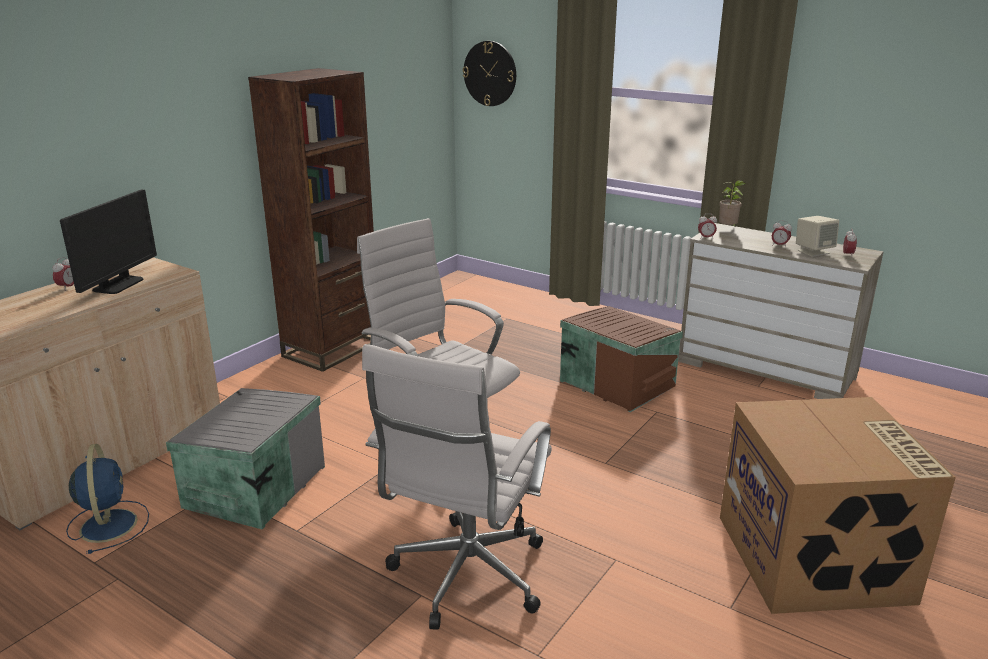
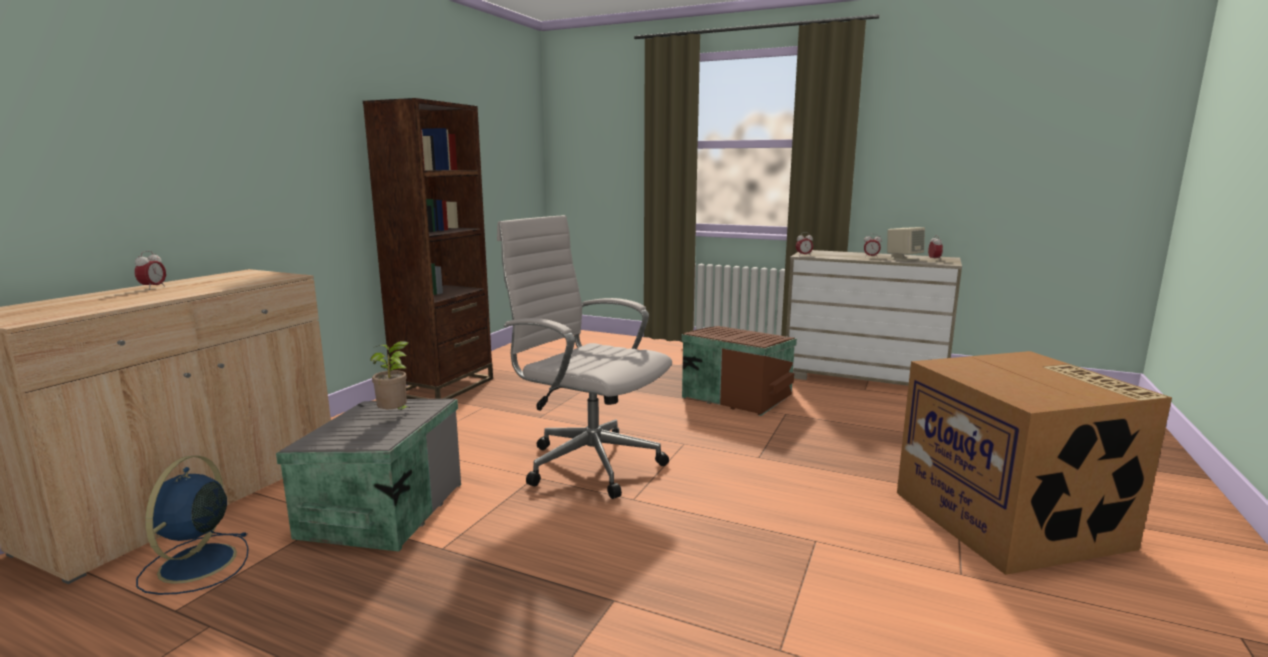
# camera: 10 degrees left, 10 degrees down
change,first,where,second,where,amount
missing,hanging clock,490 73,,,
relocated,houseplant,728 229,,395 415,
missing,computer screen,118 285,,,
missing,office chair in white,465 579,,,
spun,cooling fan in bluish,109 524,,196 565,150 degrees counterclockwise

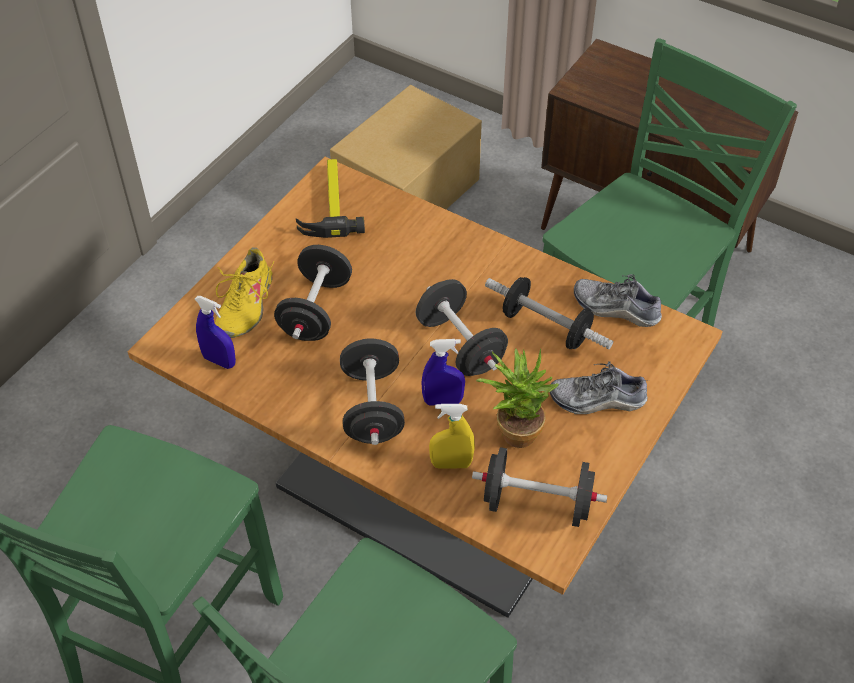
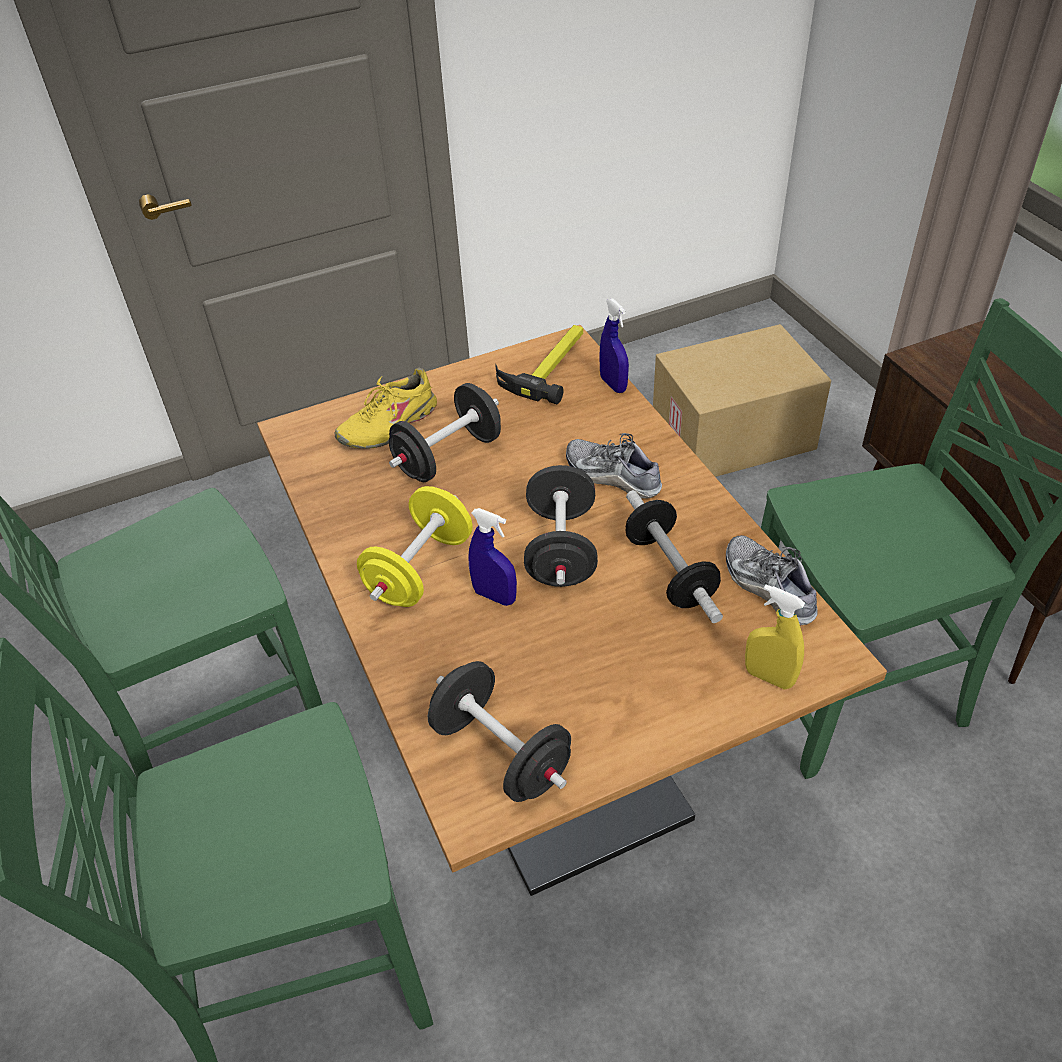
# camera: 35 degrees right, 5 degrees down
change,first,where,second,where,amount
relocated,spray bottle in bluish,219 361,,613 384,
colour,hand weight in black,372 408,hand weight in yellow-coloured,420 570,
missing,houseplant,514 429,,,
relocated,shoe,597 400,,612 476,
relocated,spray bottle in yellow-coloured,451 464,,769 677,

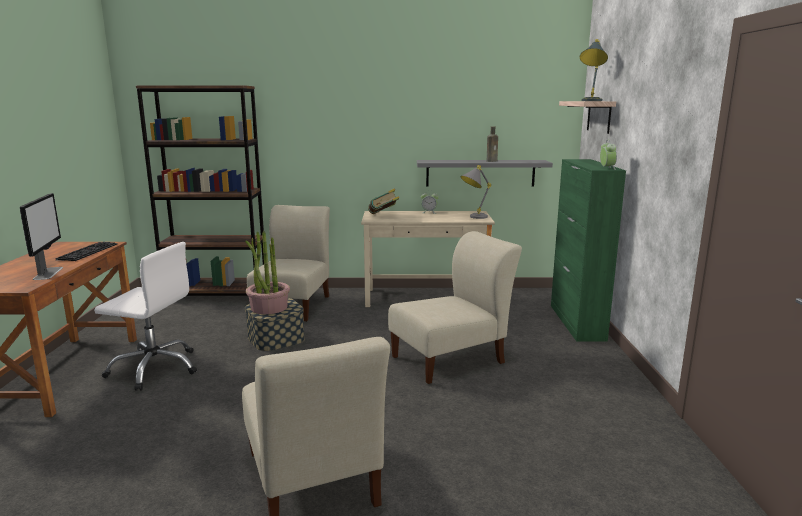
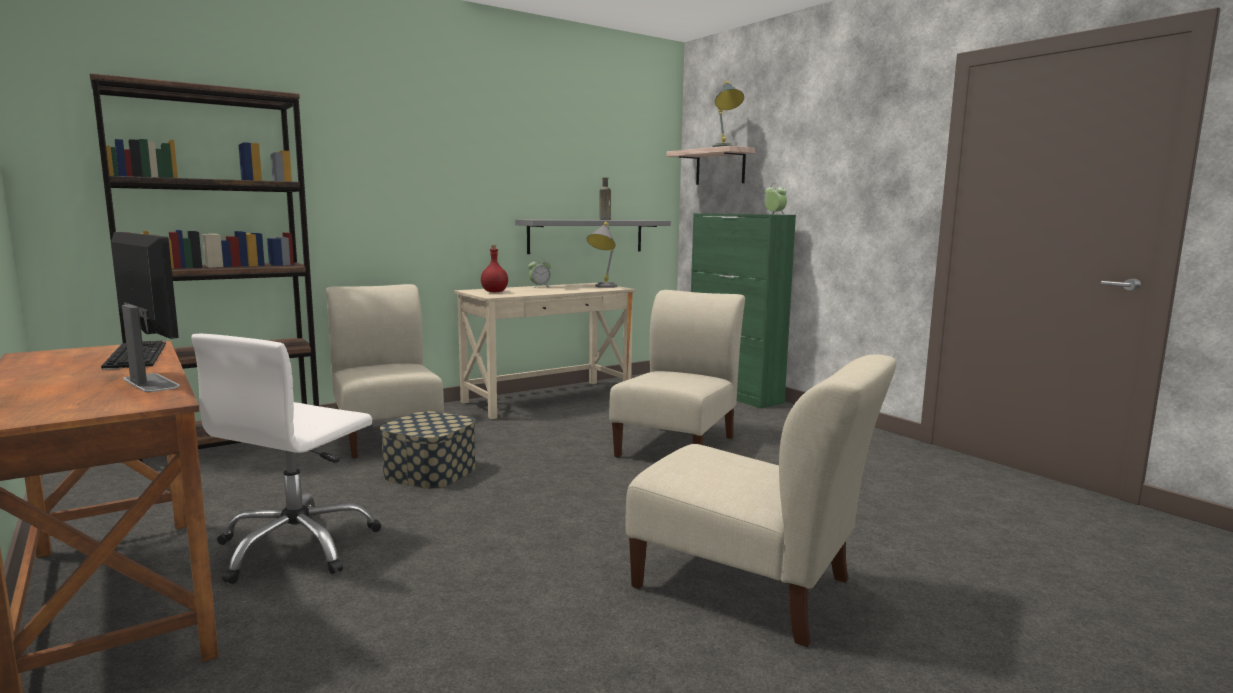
# camera: 35 degrees left, 5 degrees down
change,first,where,second,where,amount
exchanged,book,383 215,bottle in red-coloured,494 292,
missing,houseplant,268 308,,,
spun,office chair in white,155 368,,297 547,135 degrees clockwise

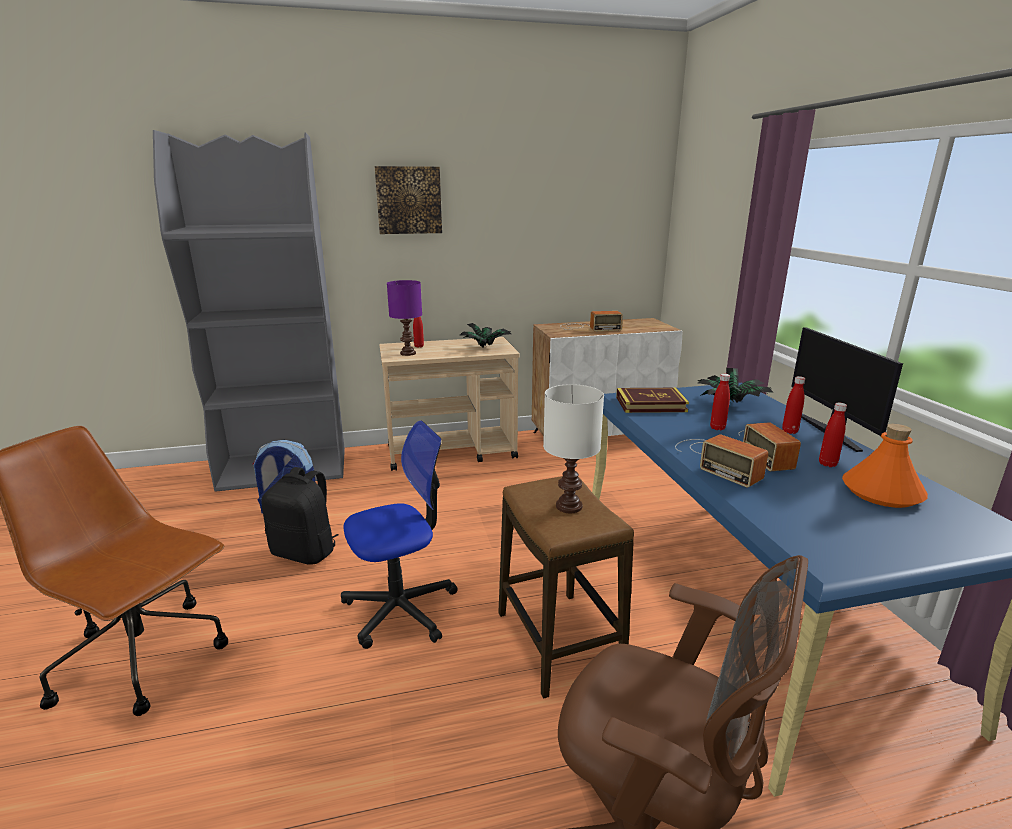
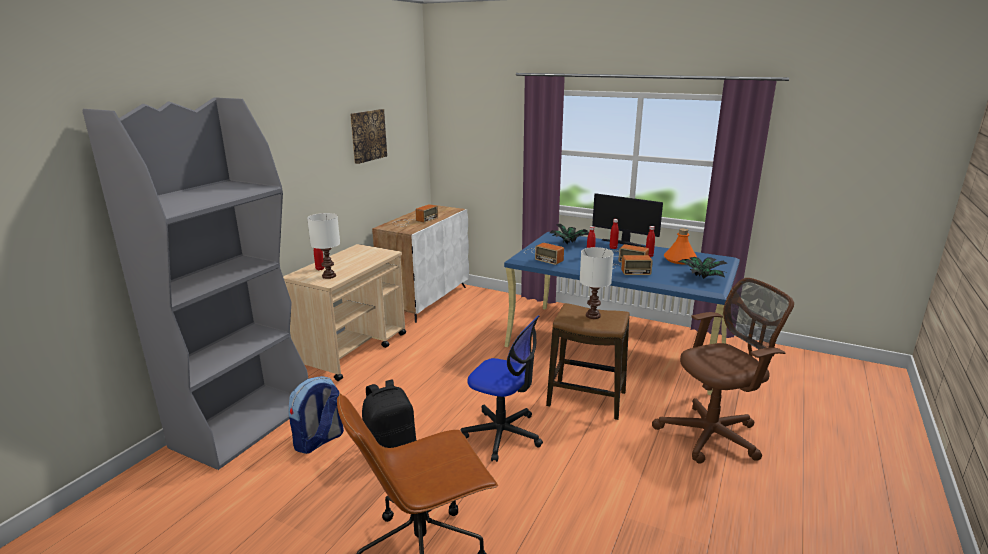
# camera: 50 degrees left, 0 degrees up
change,first,where,second,where,amount
relocated,picture,409 200,,367 135,
colour,tabletop lamp in purple-coloured,407 353,tabletop lamp in white,328 276,
relocated,houseplant,486 347,,701 277,
exchanged,book,650 404,radio set,543 255,
spun,office chair,401 609,,502 434,105 degrees clockwise

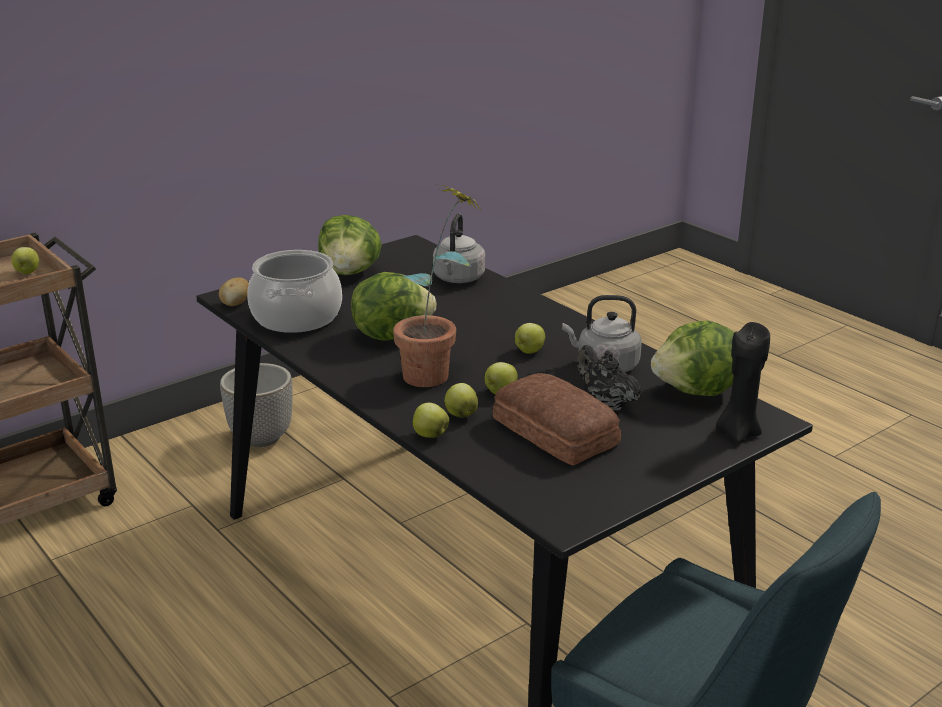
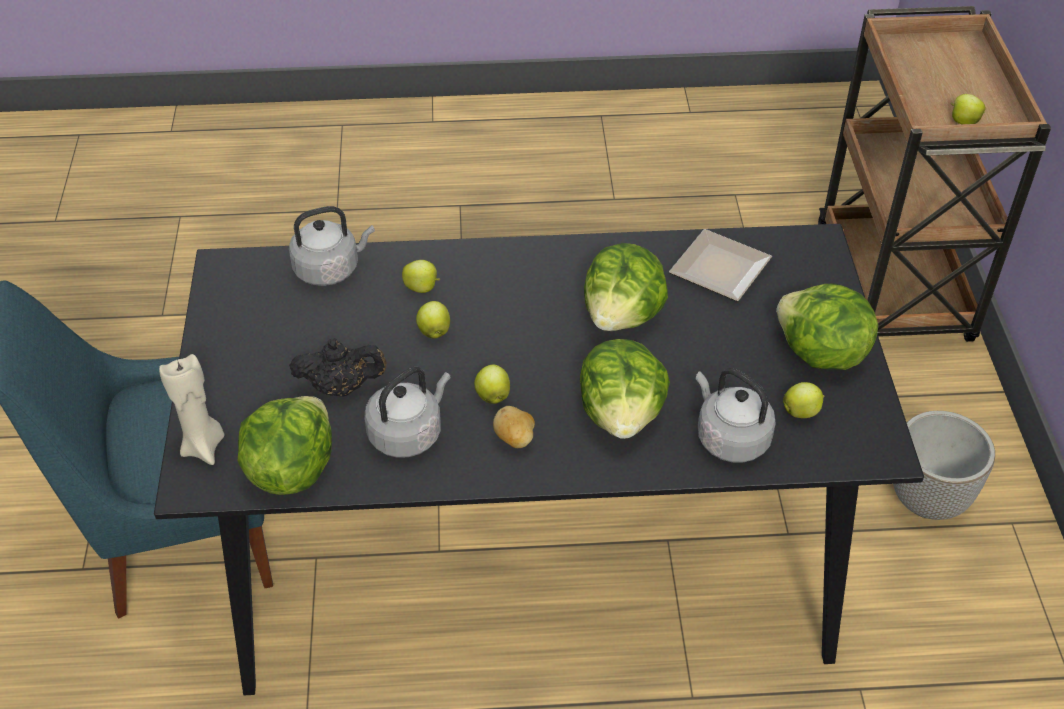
# camera: 125 degrees right, 20 degrees up
change,first,where,second,where,amount
missing,houseplant,437 372,,,
exchanged,saucepot,296 317,flat dish,723 268,
relocated,potato,235 304,,515 439,
colour,candle in black,738 432,candle in sand-coloured,204 446,
missing,bread,554 433,,,
relocated,whole apple,429 435,,801 412,
appeared,,,kettle in gray,330 269,
appeared,,,head of lettuce,621 415,

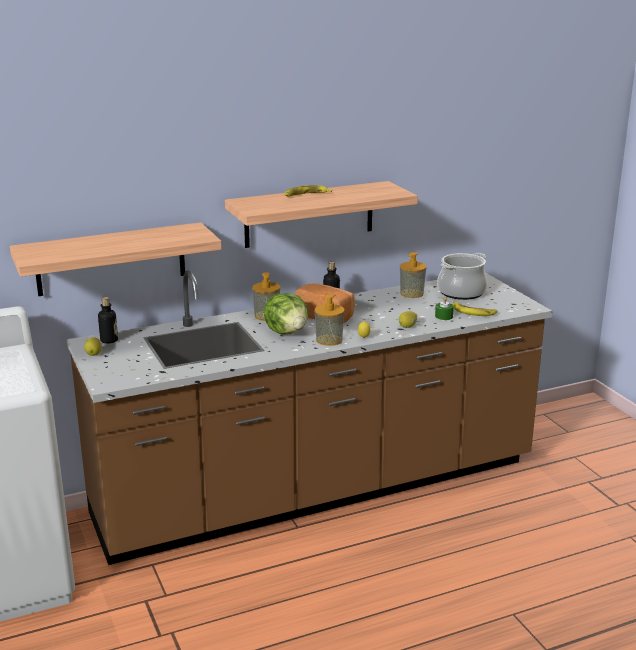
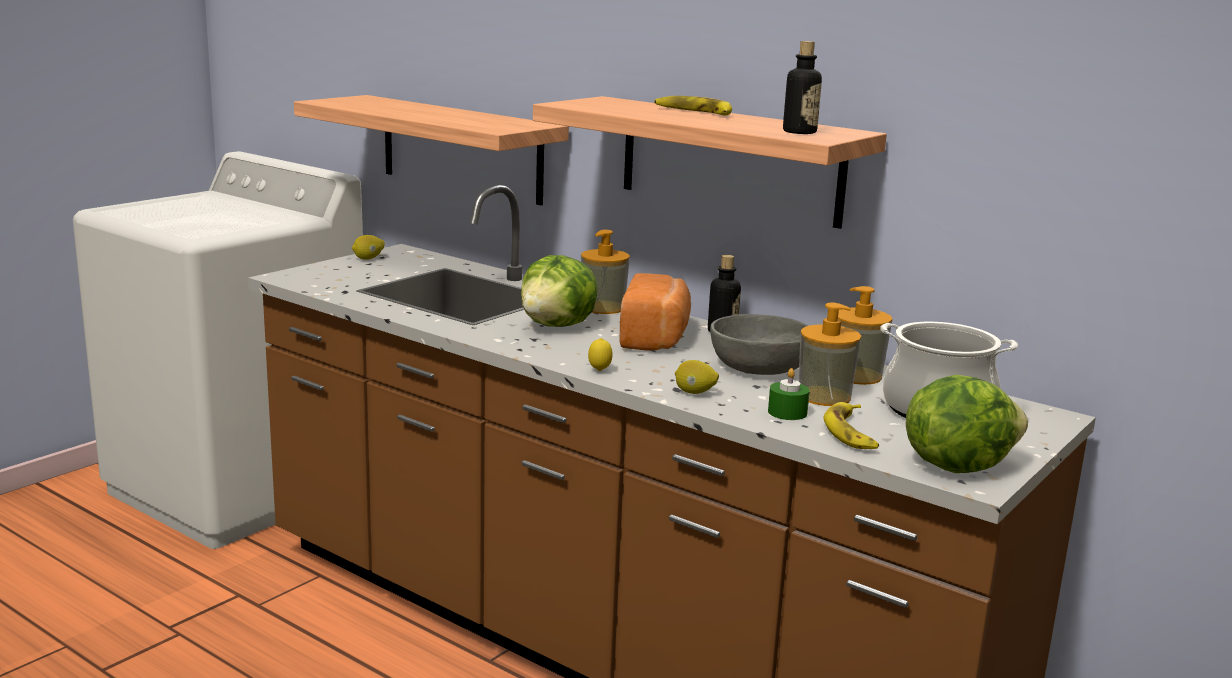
# camera: 60 degrees right, 5 degrees down
change,first,where,second,where,amount
relocated,soap bottle,329 340,,824 396,
relocated,bottle,109 340,,799 132,
appeared,,,deep dish in gray,759 367,
appeared,,,head of lettuce,956 465,

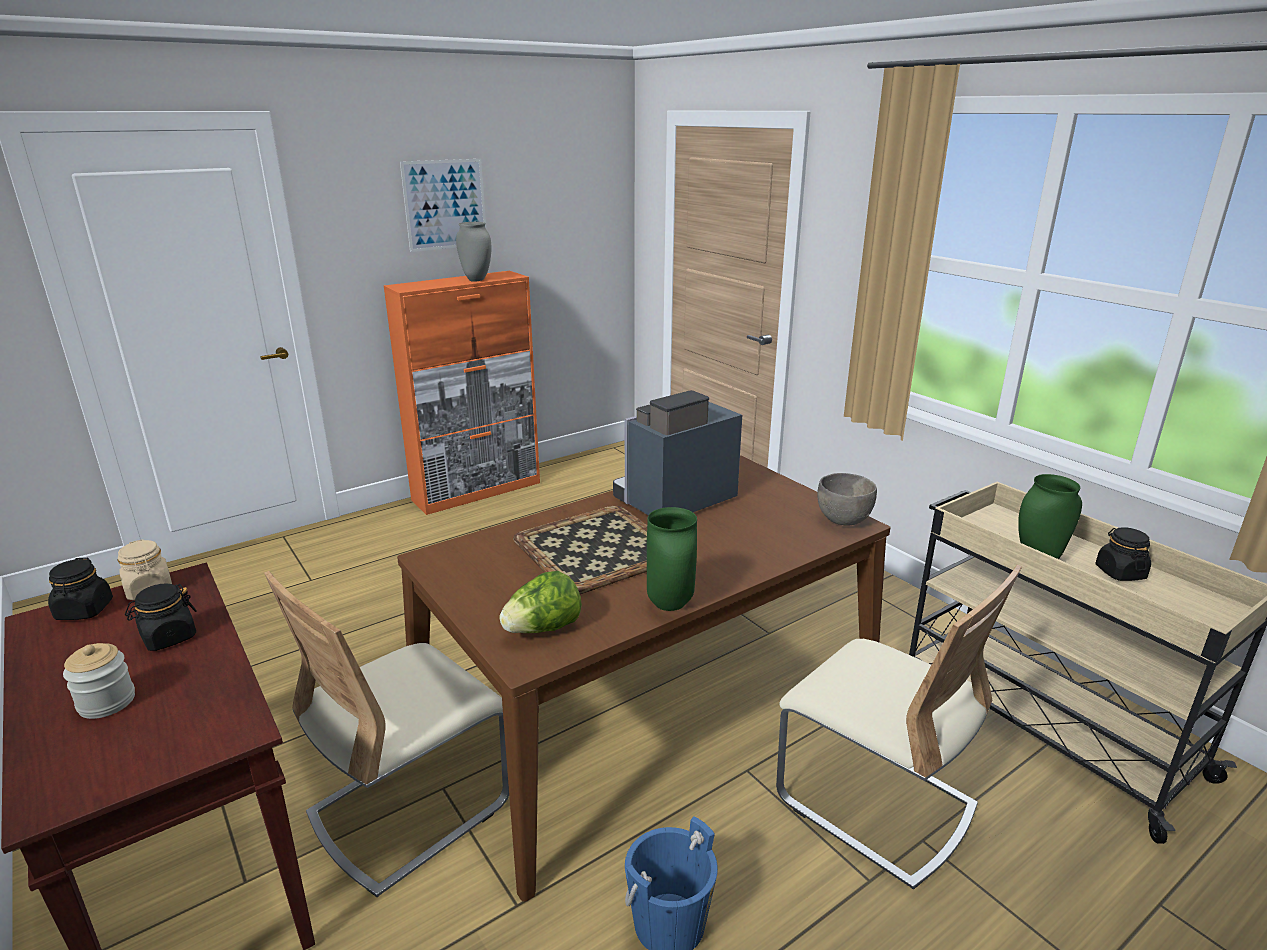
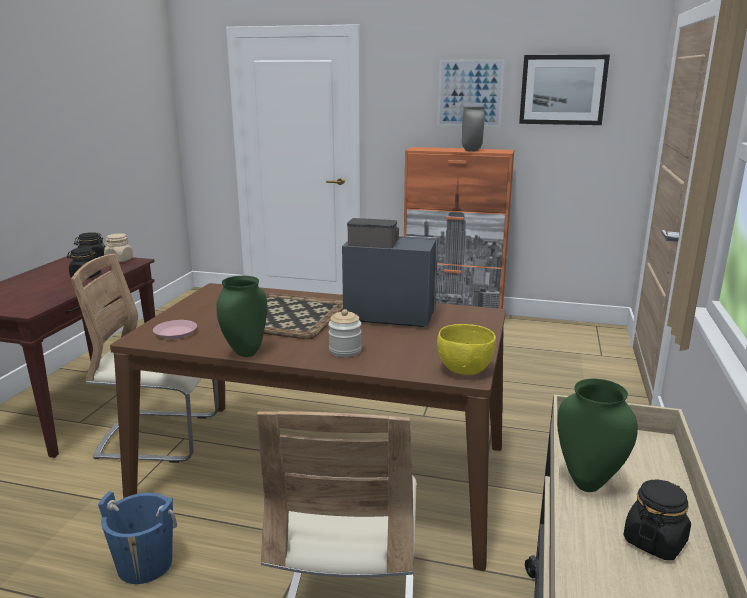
# camera: 50 degrees right, 5 degrees down
change,first,where,second,where,amount
colour,deep dish in gray,843 520,deep dish in yellow-coloured,464 370,
exchanged,head of lettuce,543 629,flat dish in pink,176 332,
relocated,preserve jar,107 702,,345 351,
appeared,,,picture,563 90,

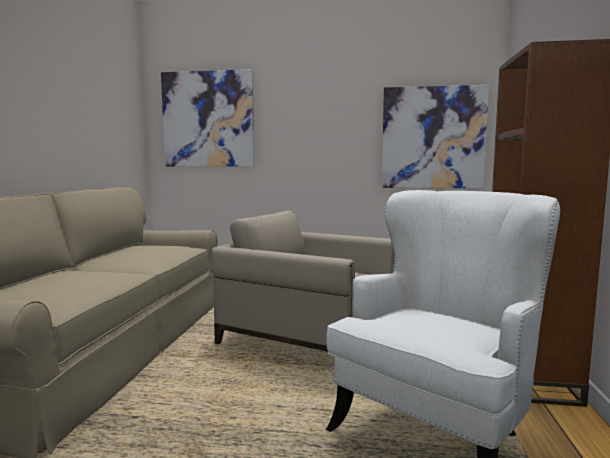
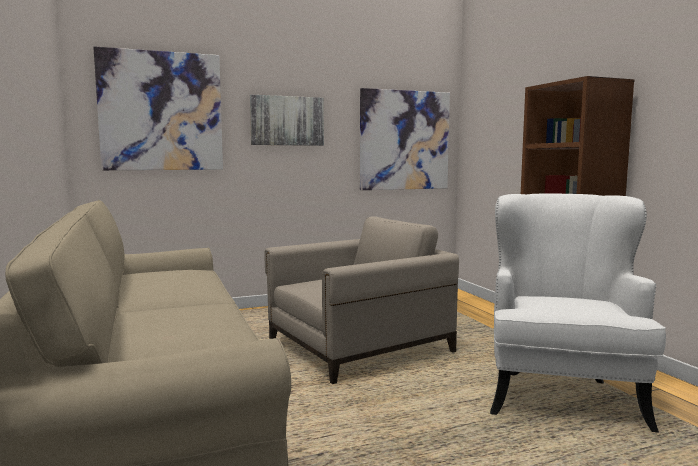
# camera: 30 degrees left, 0 degrees up
change,first,where,second,where,amount
spun,easy chair in sand-coloured,308 335,,358 346,150 degrees clockwise
appeared,,,picture,287 121,

